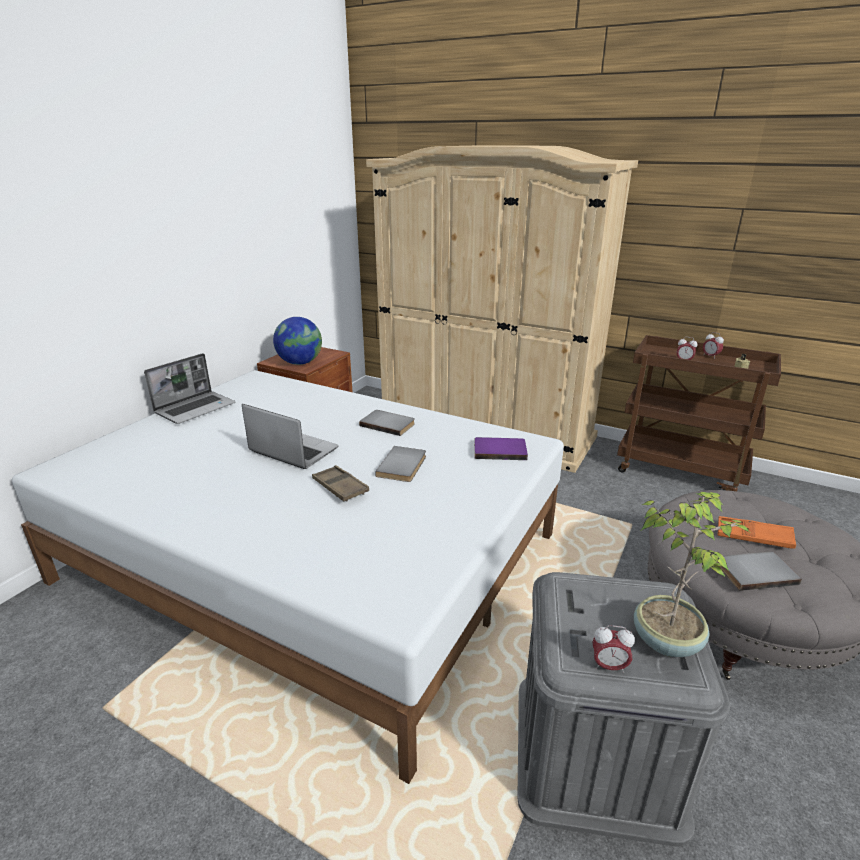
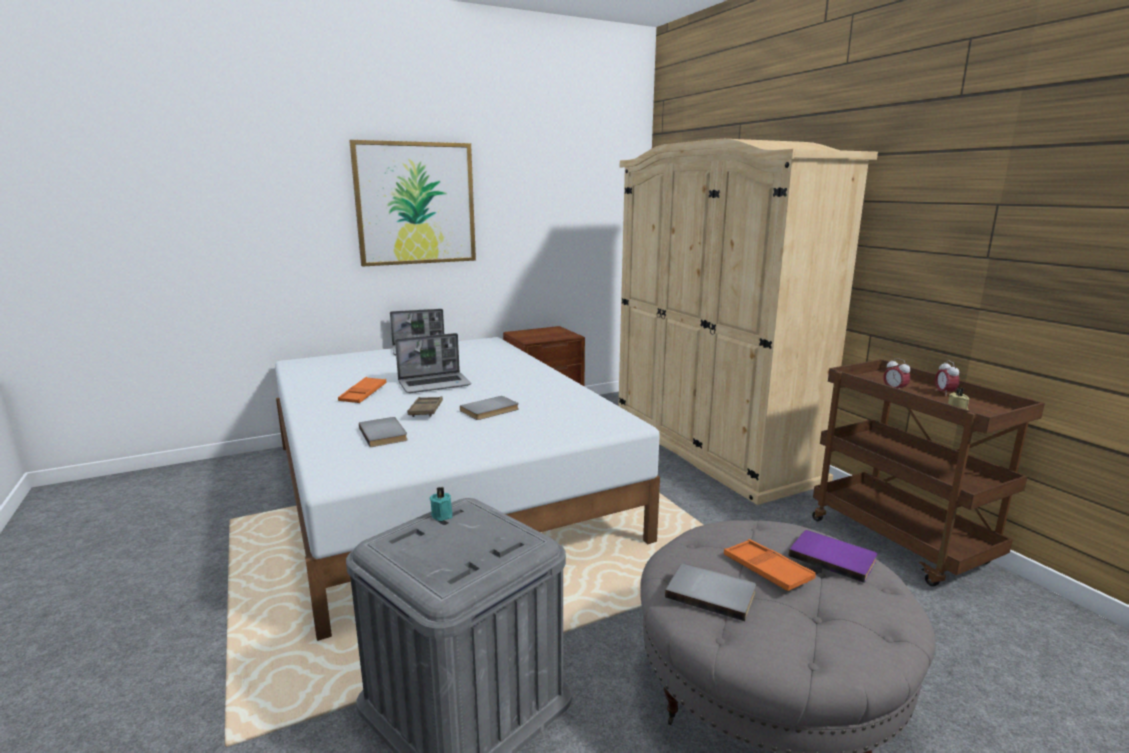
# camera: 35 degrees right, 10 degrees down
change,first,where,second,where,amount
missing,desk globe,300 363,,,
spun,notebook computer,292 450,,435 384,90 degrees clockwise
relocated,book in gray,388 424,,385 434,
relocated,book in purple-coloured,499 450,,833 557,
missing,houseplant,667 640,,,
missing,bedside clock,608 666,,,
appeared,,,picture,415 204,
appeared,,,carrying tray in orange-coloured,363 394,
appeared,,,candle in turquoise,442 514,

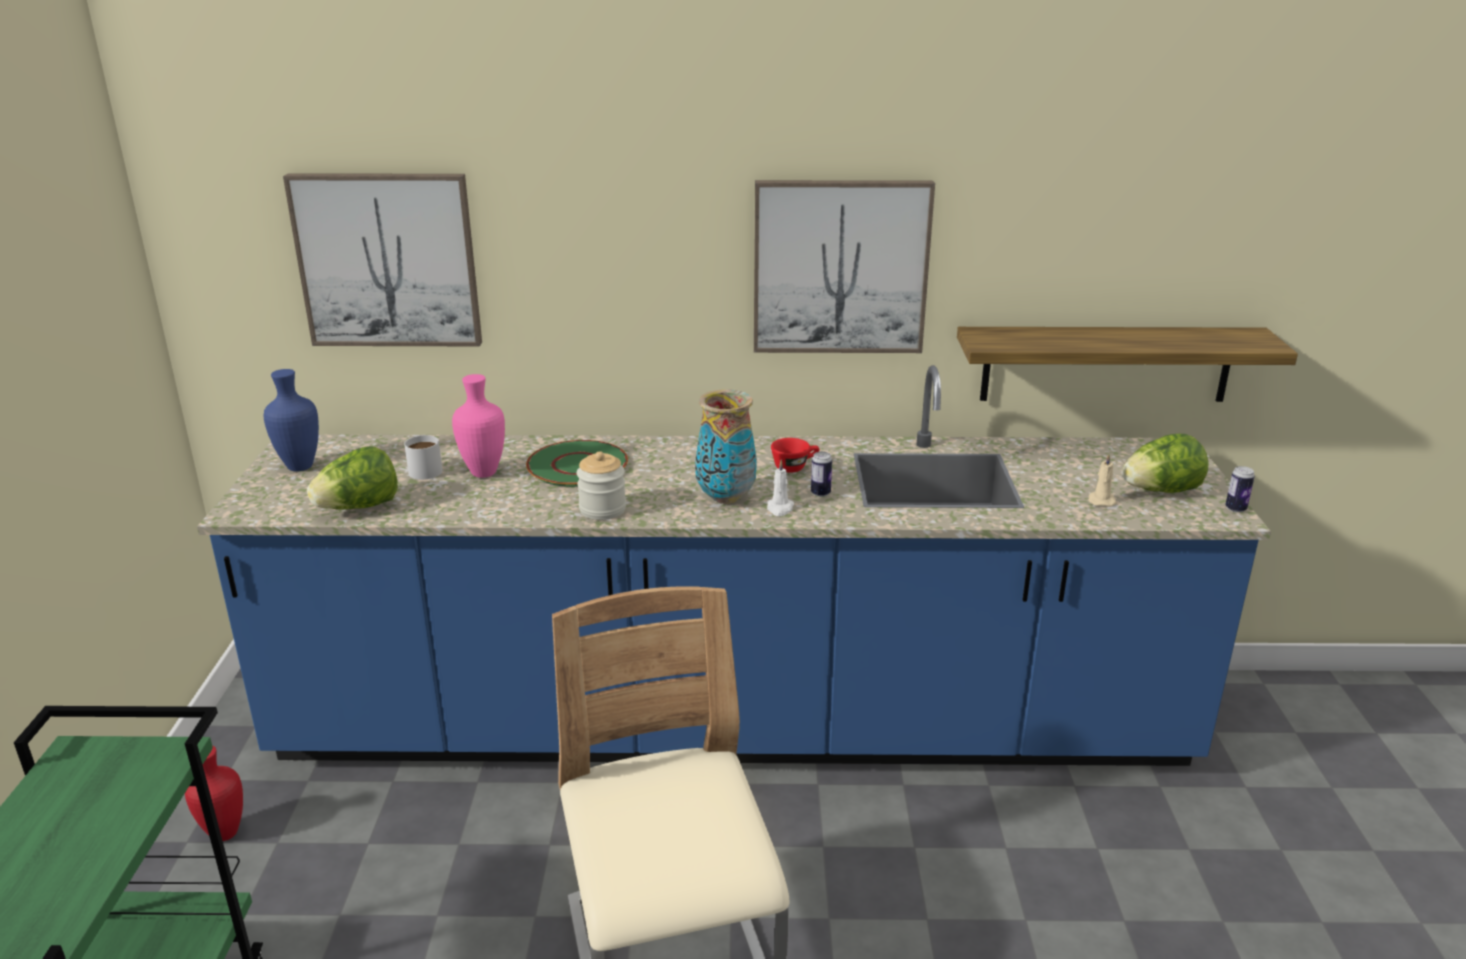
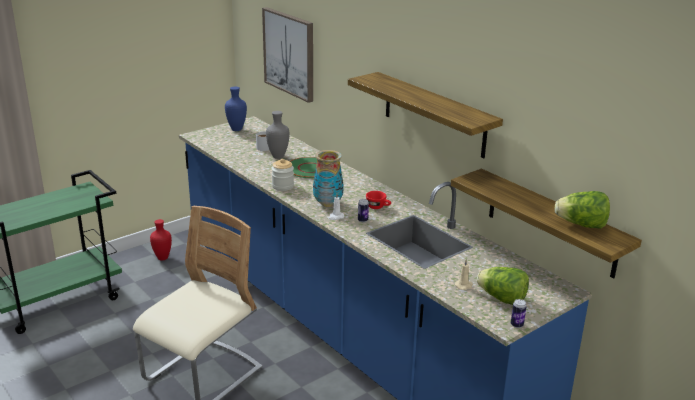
# camera: 50 degrees right, 0 degrees up
change,first,where,second,where,amount
exchanged,picture,840 267,bracket shelf,434 114,
colour,flower vase in pink,482 474,flower vase in gray,277 157,
relocated,head of lettuce,359 507,,581 225,

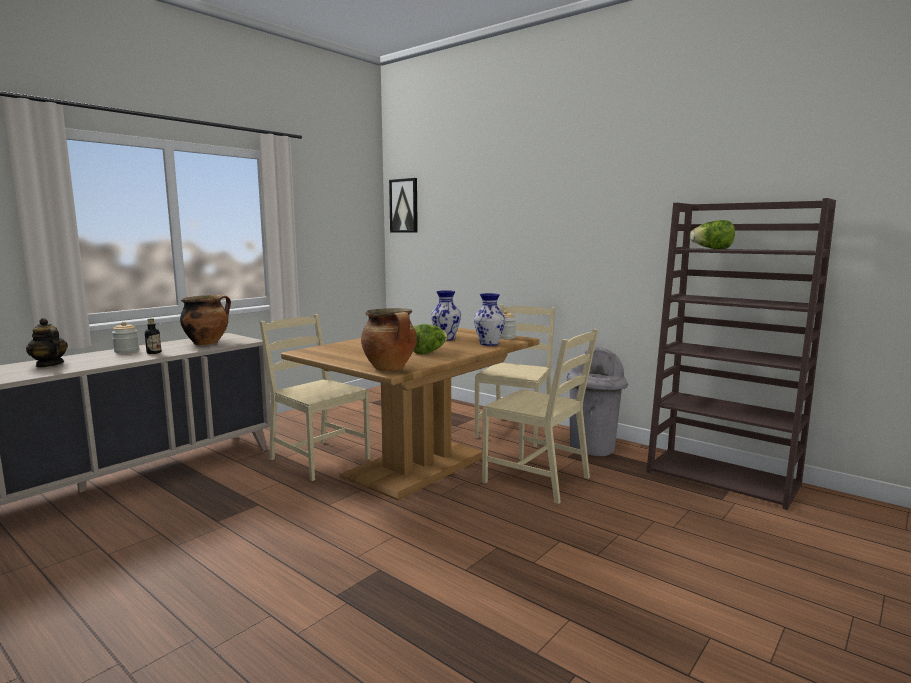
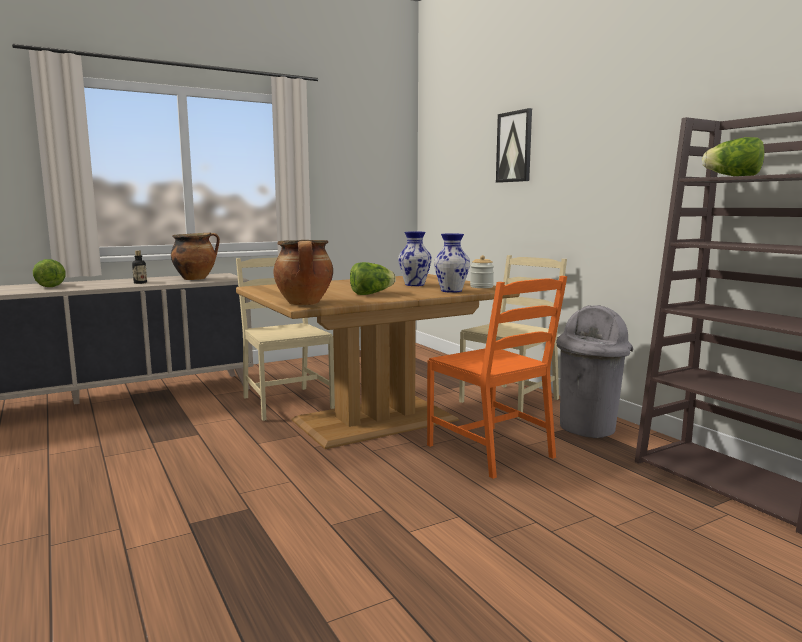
# camera: 20 degrees right, 0 degrees up
change,first,where,second,where,amount
relocated,picture,404 206,,514 147,
exchanged,pot for tea,49 364,head of lettuce,49 286,
missing,preserve jar,126 351,,,
colour,plain chair in sand-coloured,538 479,plain chair in orange-coloured,492 451,

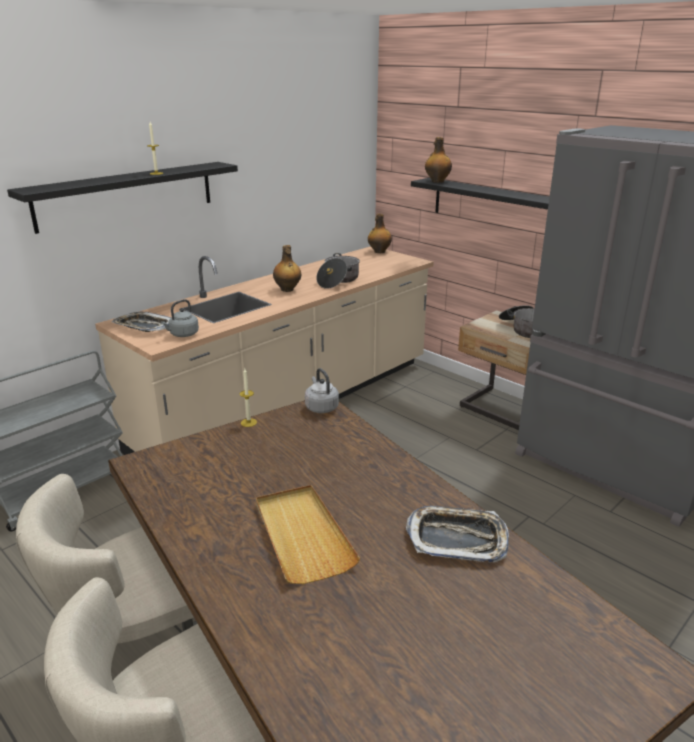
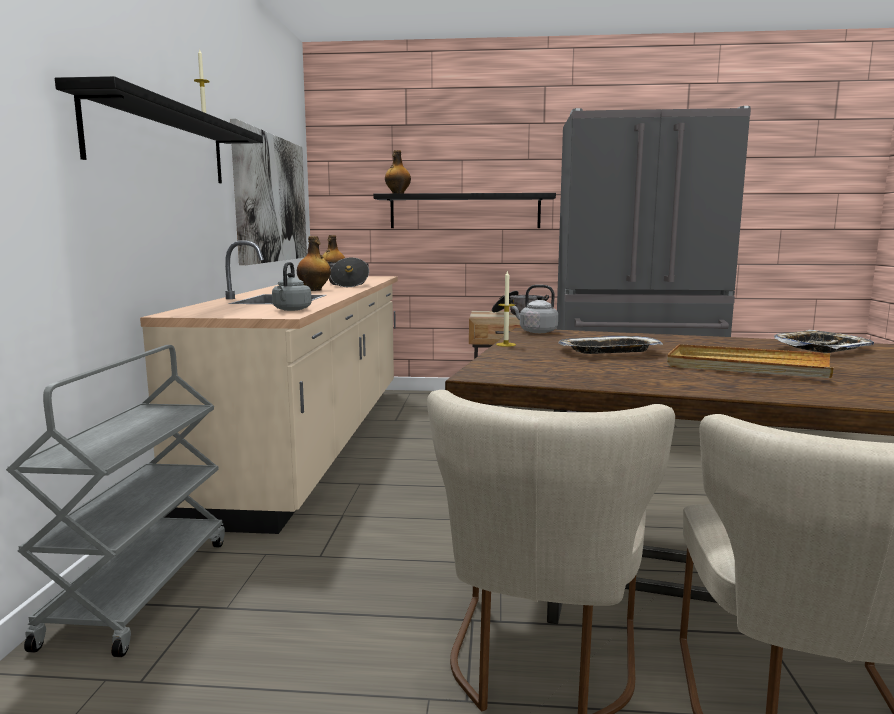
# camera: 40 degrees left, 15 degrees down
change,first,where,second,where,amount
relocated,carrying tray,144 326,,609 352,
appeared,,,picture,271 199,

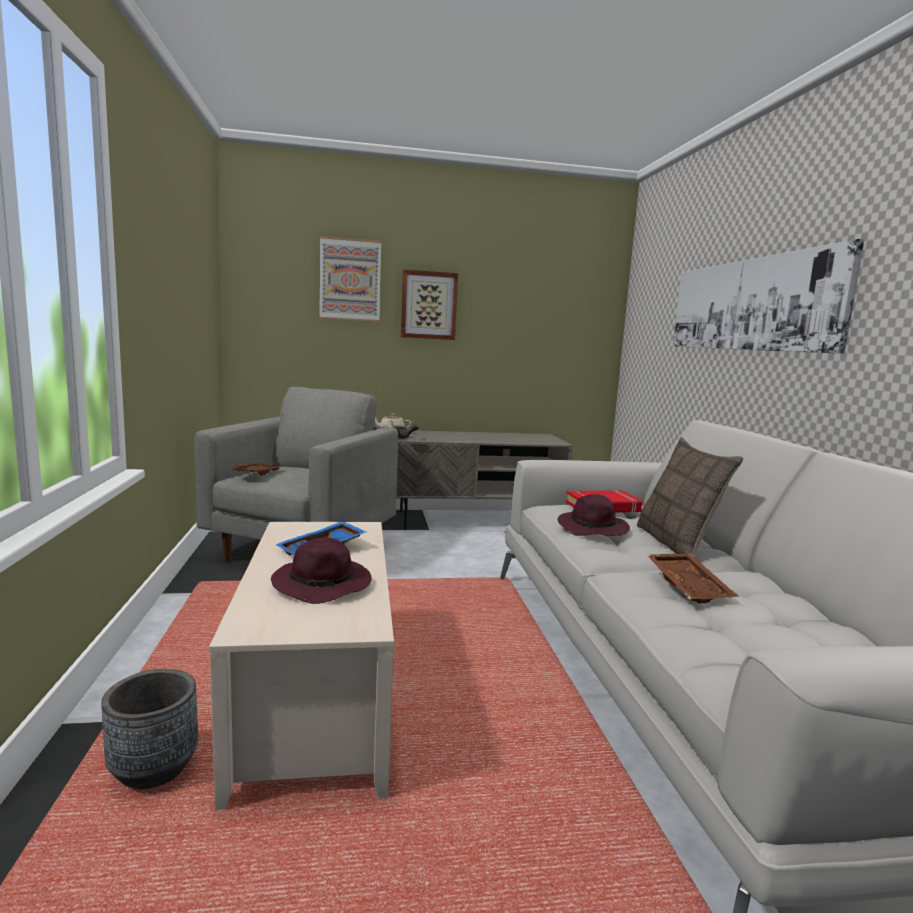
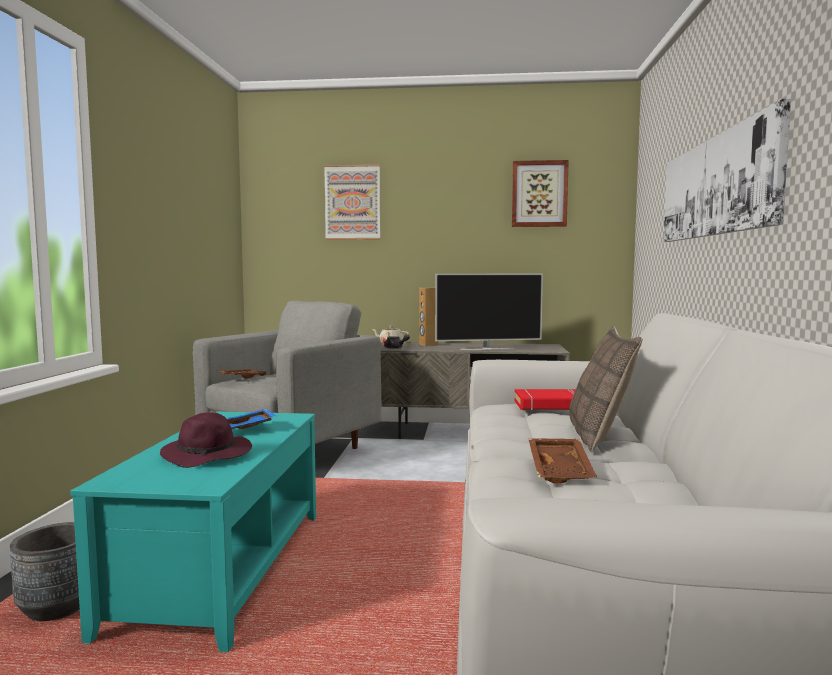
# camera: 15 degrees right, 5 degrees down
change,first,where,second,where,amount
relocated,picture,428 305,,539 194,
missing,wearable hat in purple-coloured,593 529,,,
colour,lounge table in sand-coloured,317 697,lounge table in turquoise,223 568,
appeared,,,TV set,487 349,
appeared,,,loudspeaker in brown-coloured,428 344,

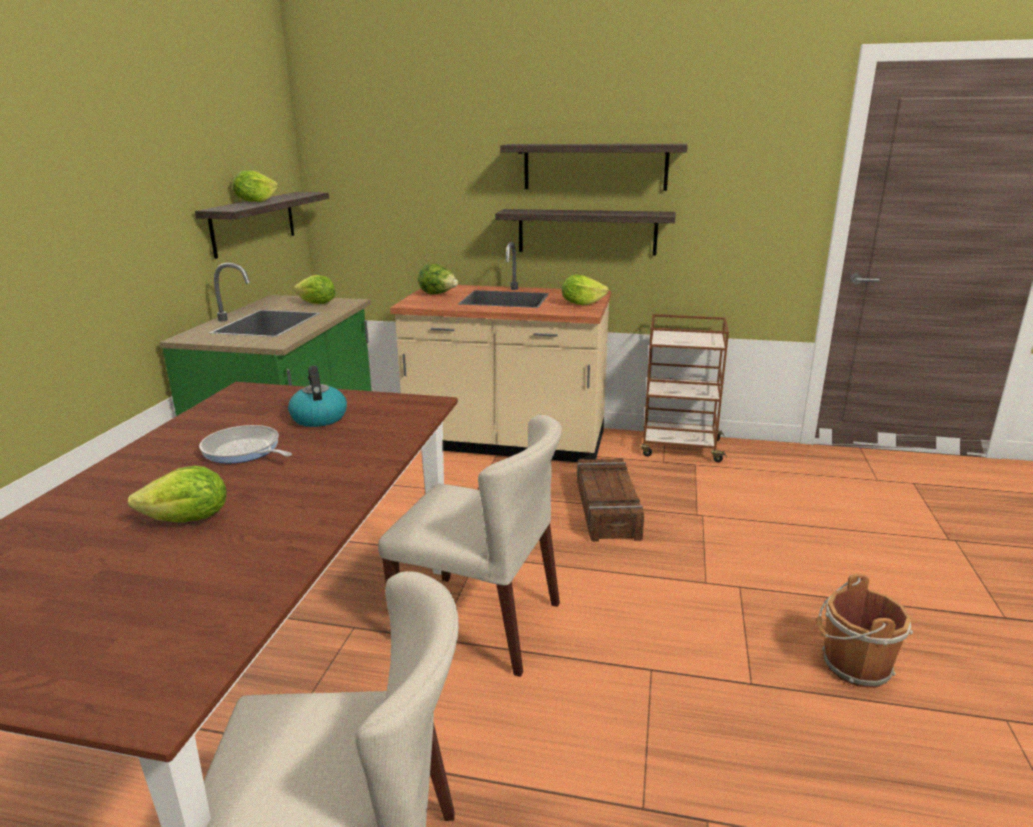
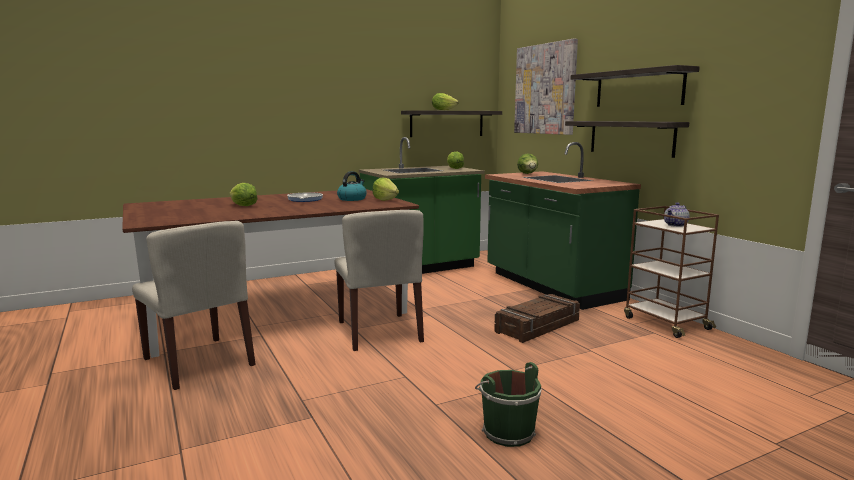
# camera: 50 degrees right, 10 degrees down
change,first,where,second,where,amount
colour,kitchen base unit in sand-coloured,507 443,kitchen base unit in green,551 286,
relocated,head of lettuce,581 304,,385 200,
colour,pail in brown-coloured,853 666,pail in green,506 432,
appeared,,,picture,545 89,
appeared,,,pot for tea,676 225,

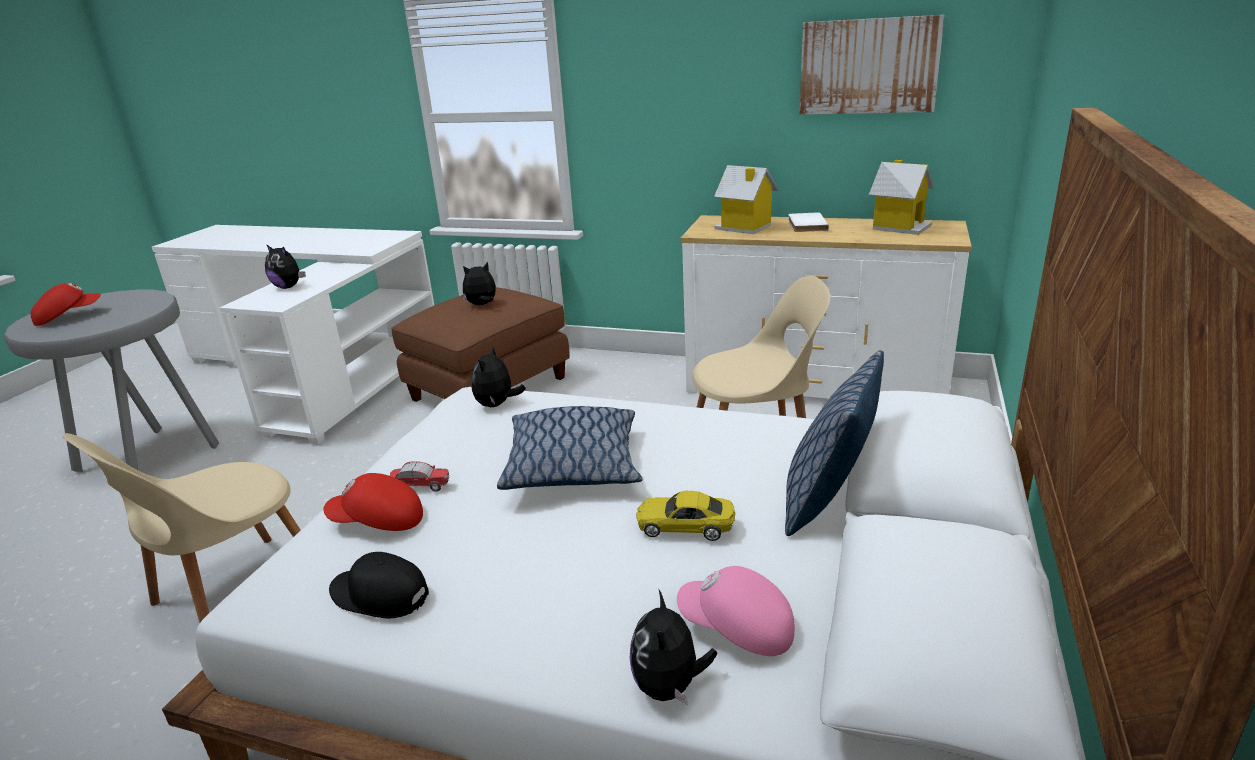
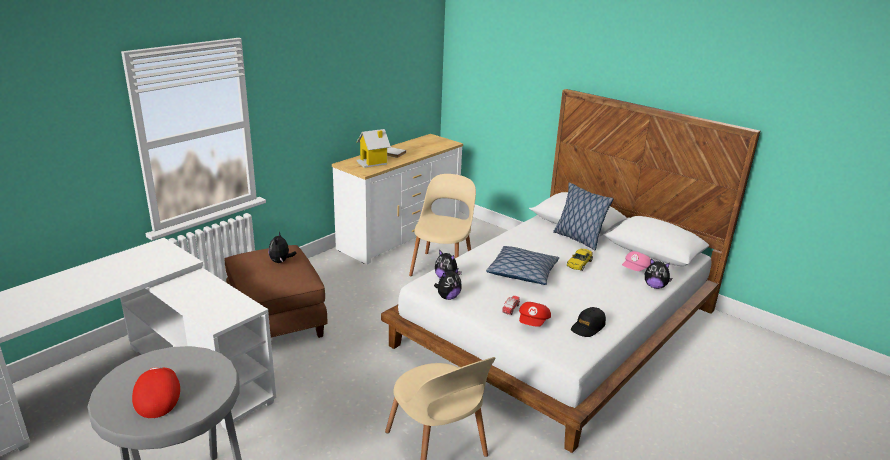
# camera: 70 degrees left, 0 degrees up
change,first,where,second,where,amount
missing,picture,868 66,,,
missing,toy house,899 227,,,
relocated,cuddly toy,289 287,,448 297,

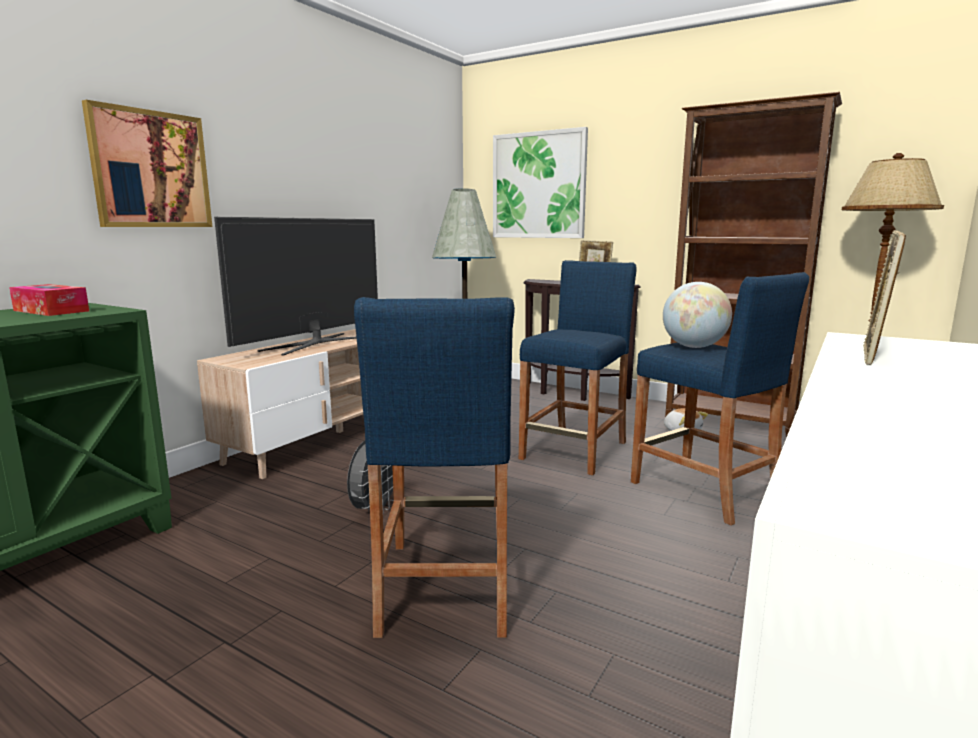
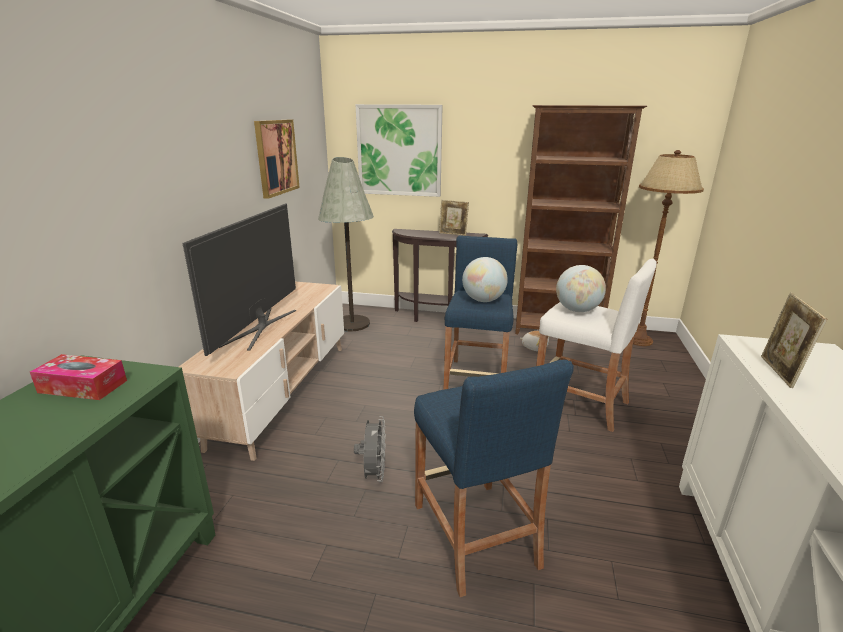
# camera: 20 degrees left, 10 degrees up
change,first,where,second,where,amount
relocated,picture,150 170,,276 157,
colour,stool seat in bluish,704 491,stool seat in white,580 403,
appeared,,,desk globe,483 300,

